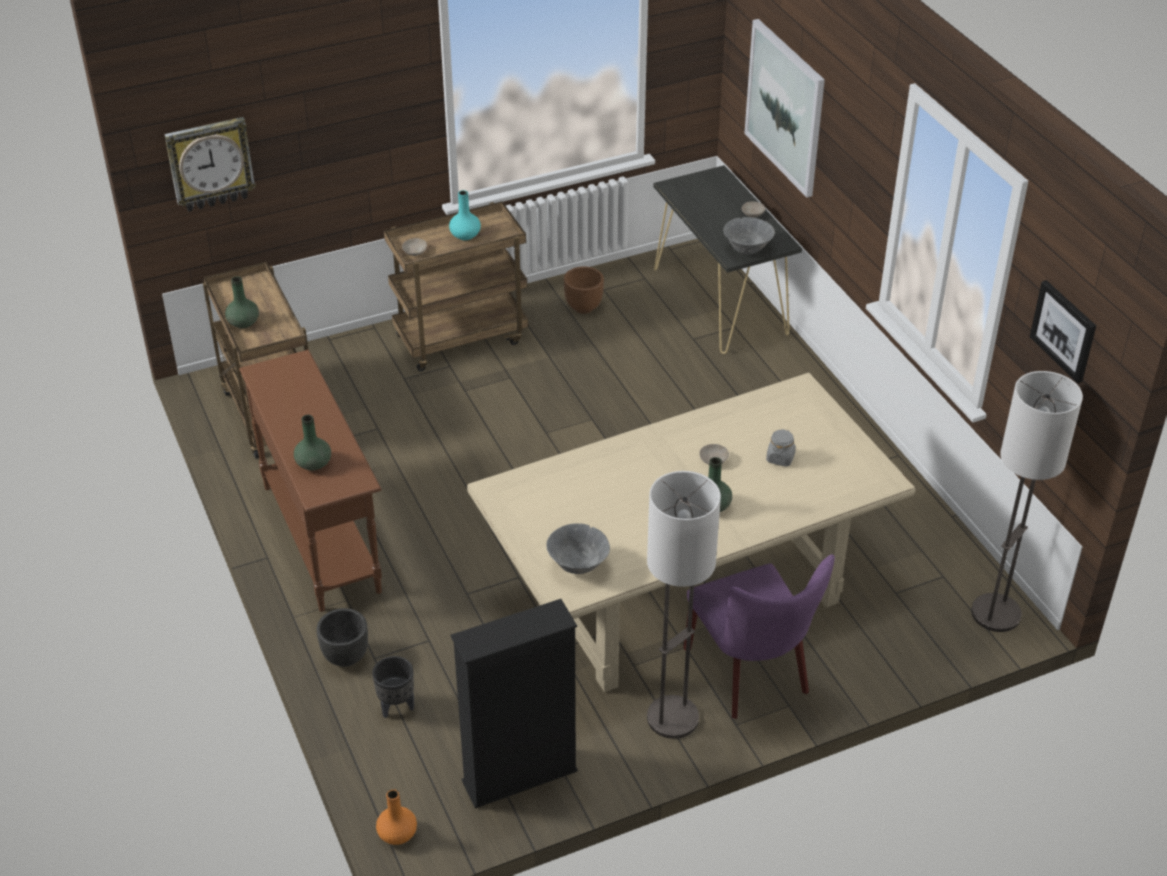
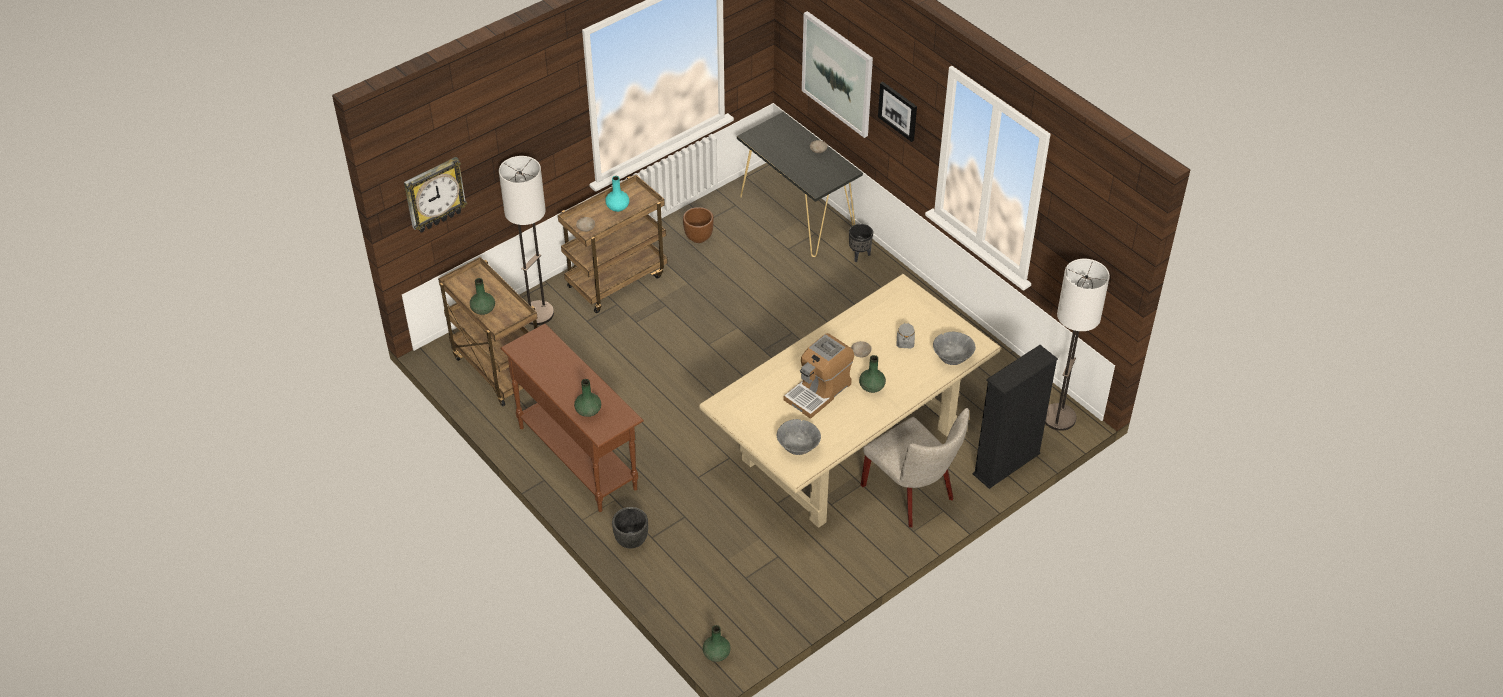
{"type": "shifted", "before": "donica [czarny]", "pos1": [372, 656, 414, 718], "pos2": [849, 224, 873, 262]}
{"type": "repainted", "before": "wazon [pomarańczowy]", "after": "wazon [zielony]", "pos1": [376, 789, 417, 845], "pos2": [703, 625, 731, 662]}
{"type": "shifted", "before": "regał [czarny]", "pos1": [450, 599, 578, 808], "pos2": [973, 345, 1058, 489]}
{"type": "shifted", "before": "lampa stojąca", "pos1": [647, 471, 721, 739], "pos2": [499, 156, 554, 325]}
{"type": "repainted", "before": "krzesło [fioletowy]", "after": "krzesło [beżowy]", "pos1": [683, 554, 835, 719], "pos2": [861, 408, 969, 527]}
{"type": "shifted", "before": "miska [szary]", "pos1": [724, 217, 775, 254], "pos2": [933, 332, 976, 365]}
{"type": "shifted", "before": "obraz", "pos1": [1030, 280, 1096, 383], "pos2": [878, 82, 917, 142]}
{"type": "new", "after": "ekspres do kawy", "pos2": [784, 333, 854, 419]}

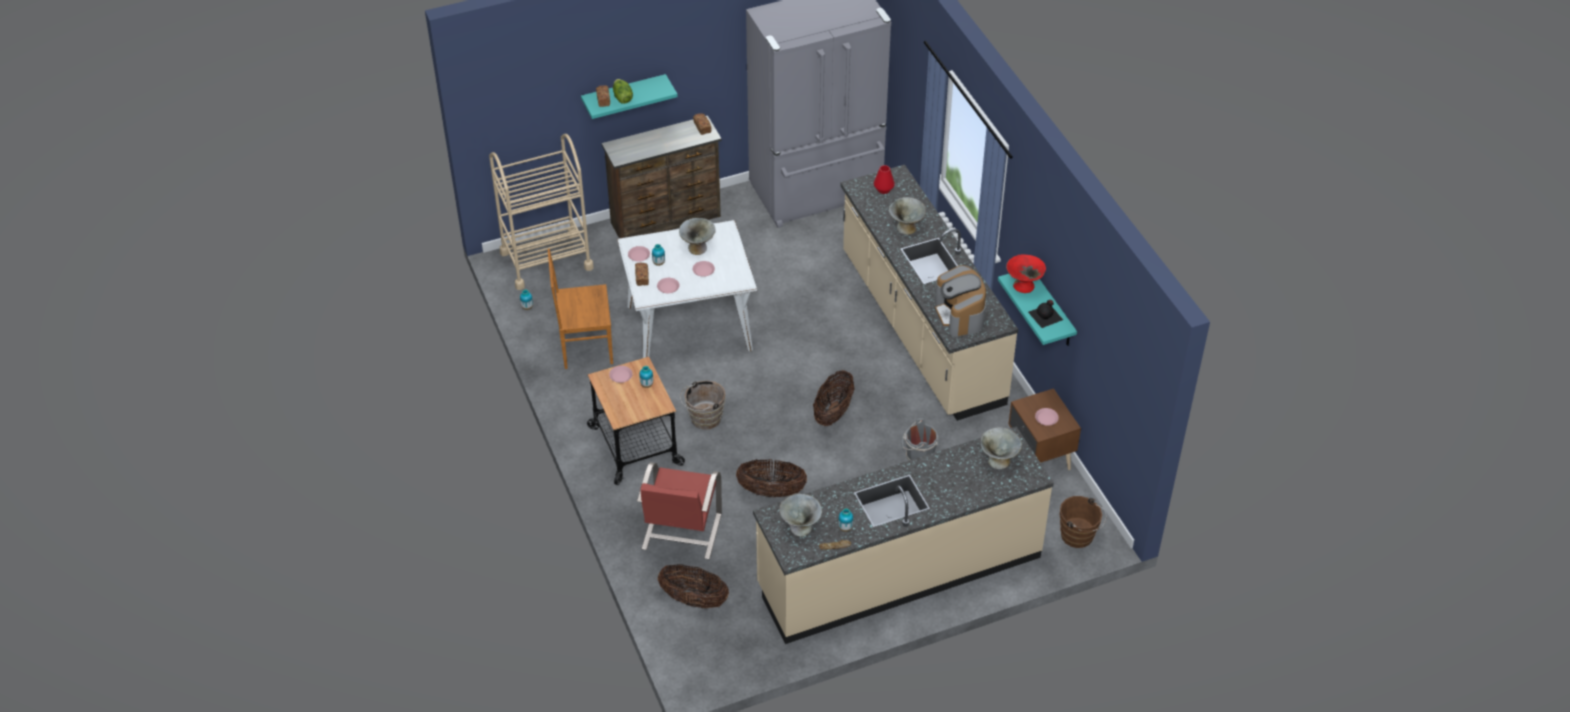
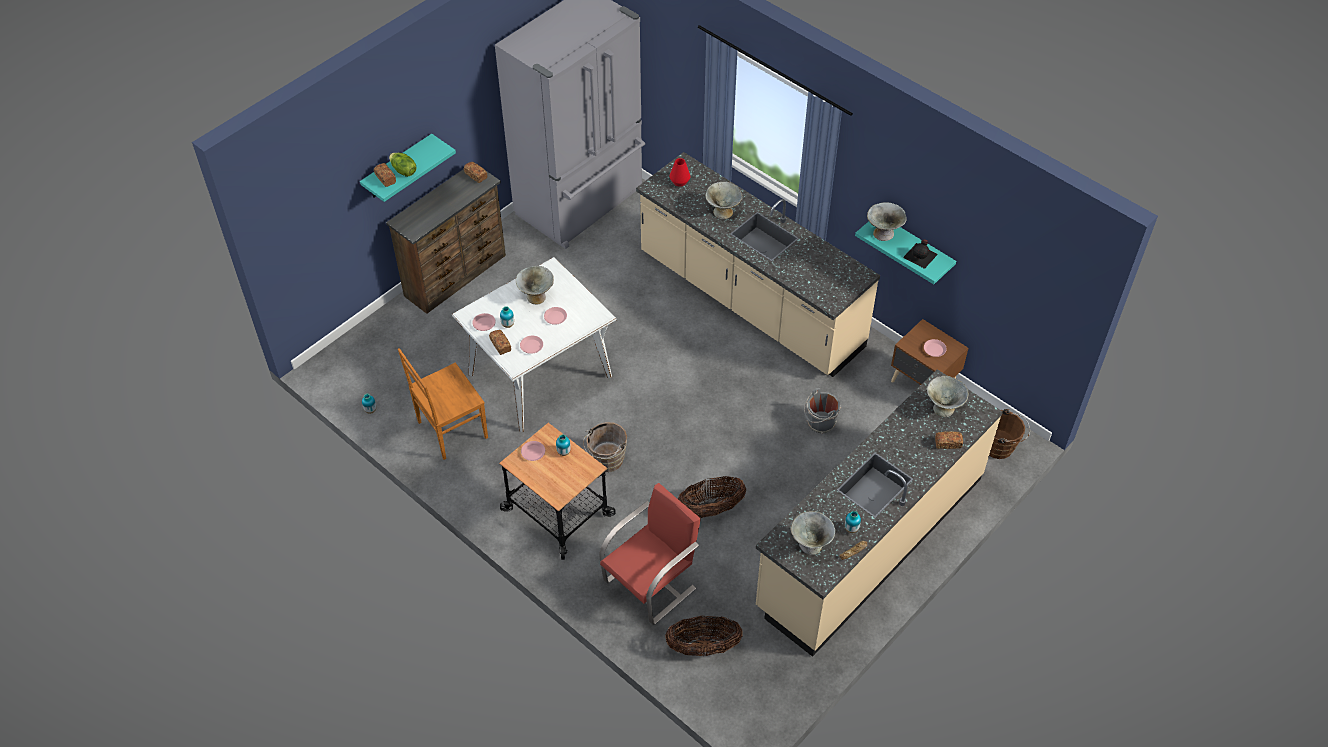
{"type": "gone", "before": "wózek [beżowy]", "pos1": [489, 134, 594, 290]}
{"type": "rotated", "before": "krzesło [czerwony]", "pos1": [637, 462, 722, 559], "pos2": [599, 483, 701, 625], "turn": -120}
{"type": "gone", "before": "koszyk", "pos1": [813, 370, 855, 426]}
{"type": "gone", "before": "ekspres do kawy", "pos1": [935, 265, 986, 337]}
{"type": "repainted", "before": "miska [czerwony]", "after": "miska [szary]", "pos1": [1006, 255, 1046, 293], "pos2": [867, 202, 907, 241]}
{"type": "new", "after": "chleb", "pos2": [935, 431, 963, 449]}

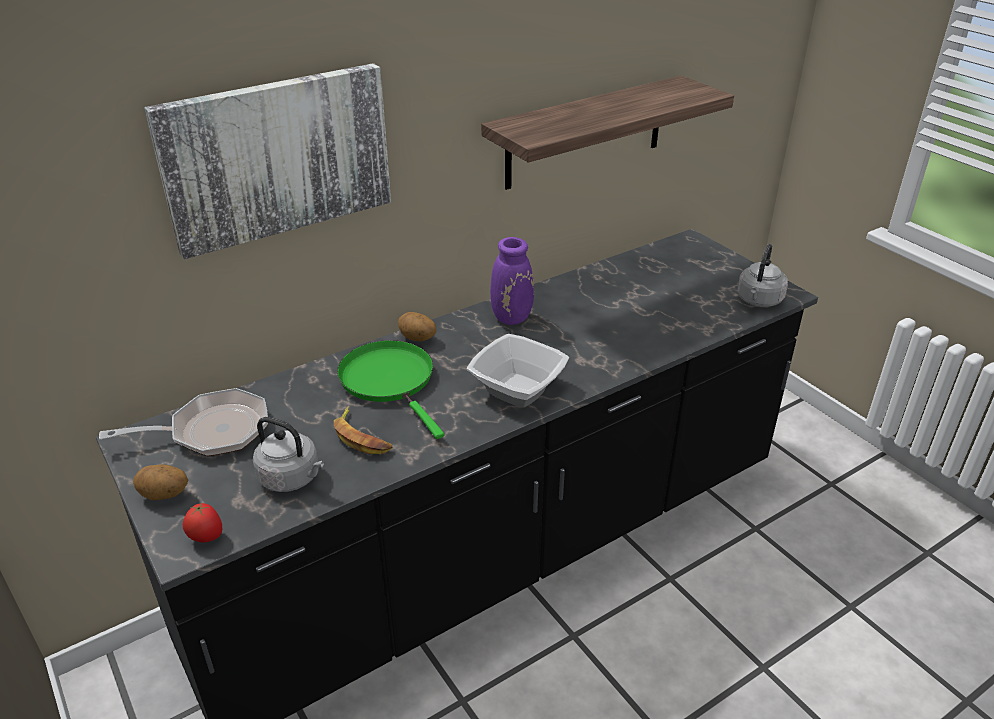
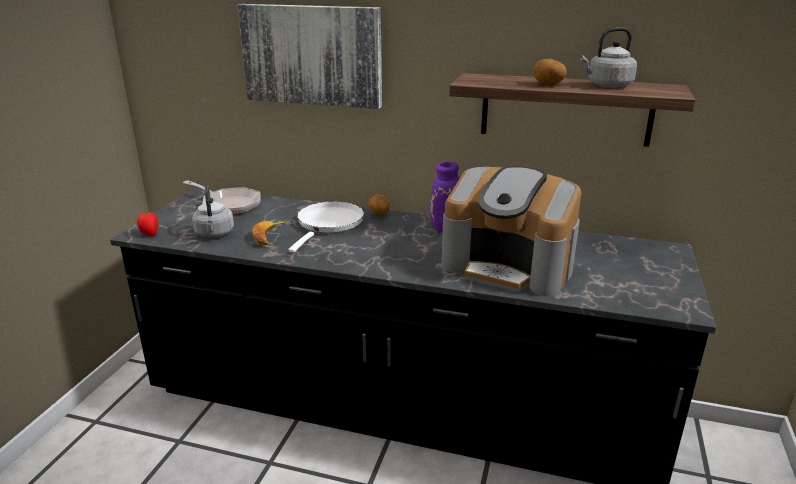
{"type": "shifted", "before": "ziemniak", "pos1": [133, 465, 189, 500], "pos2": [533, 59, 567, 85]}
{"type": "repainted", "before": "patelnia [zielony]", "after": "patelnia [biały]", "pos1": [337, 340, 444, 439], "pos2": [288, 201, 364, 253]}
{"type": "gone", "before": "miska", "pos1": [467, 334, 569, 407]}
{"type": "shifted", "before": "czajnik [szary]", "pos1": [737, 244, 788, 307], "pos2": [580, 27, 637, 88]}
{"type": "new", "after": "ekspres do kawy", "pos2": [441, 166, 582, 296]}

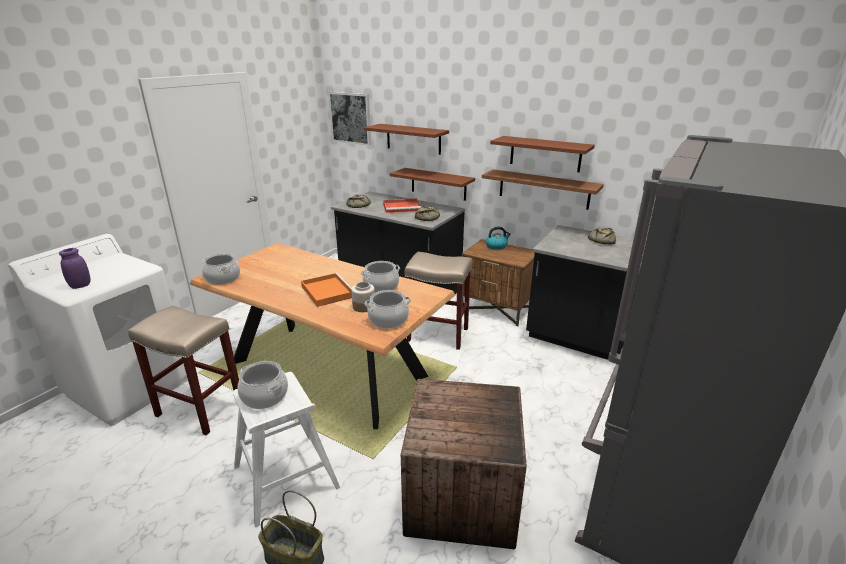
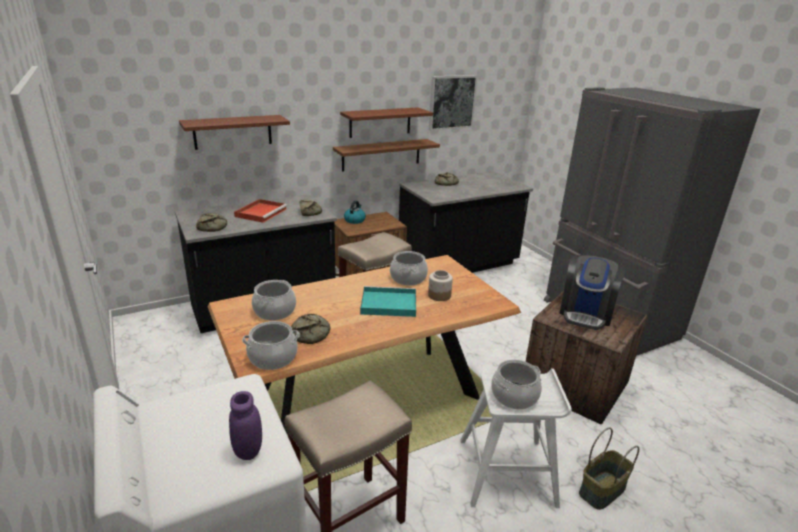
{"type": "repainted", "before": "taca [pomarańczowy]", "after": "taca [turkusowy]", "pos1": [301, 273, 352, 307], "pos2": [360, 286, 416, 317]}
{"type": "shifted", "before": "obraz", "pos1": [328, 92, 371, 146], "pos2": [429, 75, 478, 131]}
{"type": "shifted", "before": "garnek", "pos1": [365, 290, 411, 329], "pos2": [252, 280, 296, 320]}
{"type": "gone", "before": "półka [brązowy]", "pos1": [390, 168, 475, 201]}
{"type": "new", "after": "chleb", "pos2": [291, 314, 330, 344]}
{"type": "new", "after": "ekspres do kawy", "pos2": [559, 255, 626, 330]}

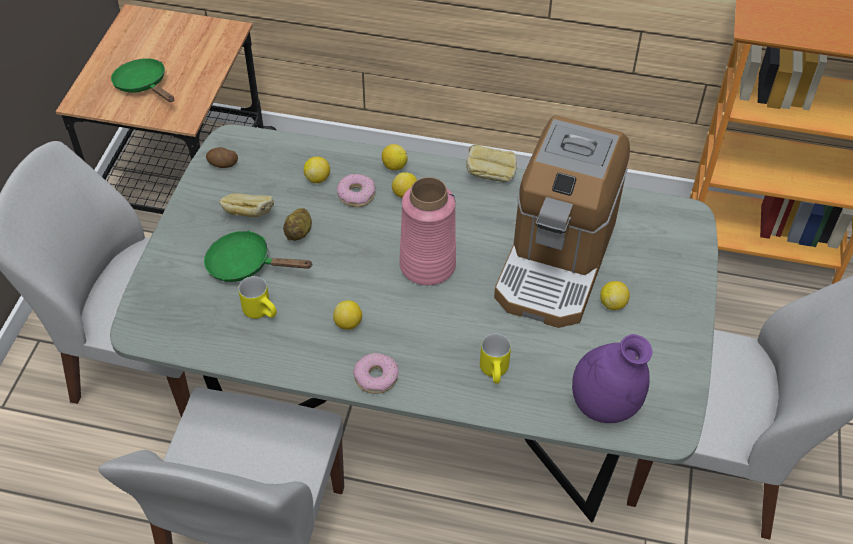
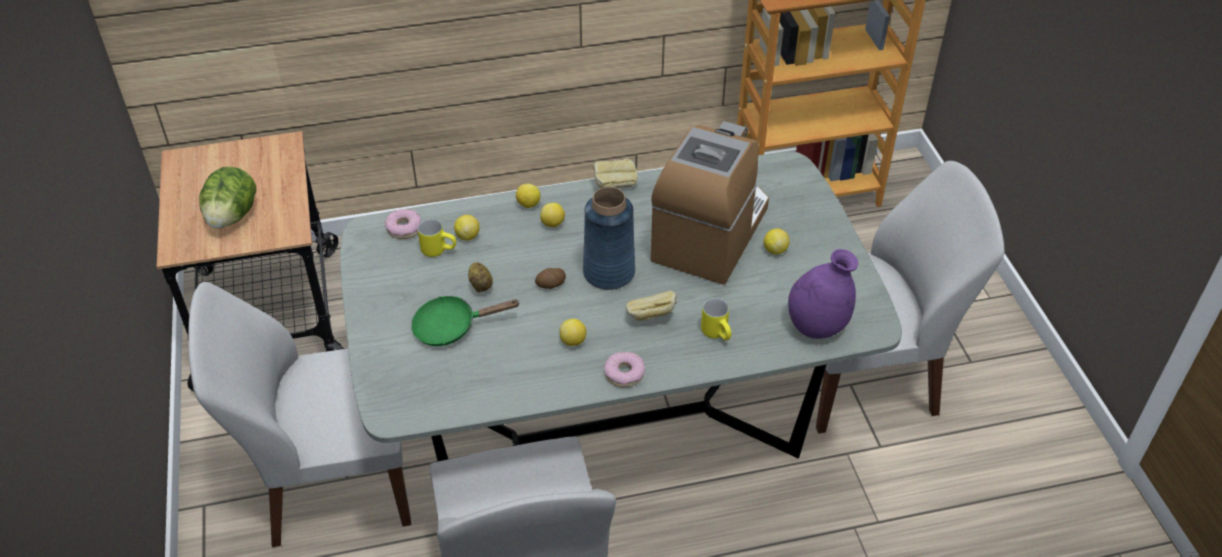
{"type": "swapped", "before": "patelnia [zielony]", "after": "sałata", "pos1": [111, 58, 174, 102], "pos2": [199, 167, 256, 228]}
{"type": "shifted", "before": "ziemniak", "pos1": [206, 147, 238, 168], "pos2": [535, 268, 566, 289]}
{"type": "shifted", "before": "chleb", "pos1": [219, 193, 274, 218], "pos2": [625, 291, 677, 321]}
{"type": "shifted", "before": "kubek [żółty]", "pos1": [238, 276, 277, 319], "pos2": [418, 219, 456, 257]}
{"type": "shifted", "before": "donut", "pos1": [337, 174, 376, 207], "pos2": [385, 209, 421, 239]}
{"type": "repainted", "before": "wazon [różowy]", "after": "wazon [niebieski]", "pos1": [399, 177, 456, 285], "pos2": [583, 187, 635, 290]}
{"type": "rotated", "before": "ekspres do kawy", "pos1": [494, 115, 630, 328], "pos2": [651, 121, 769, 285], "turn": -150}

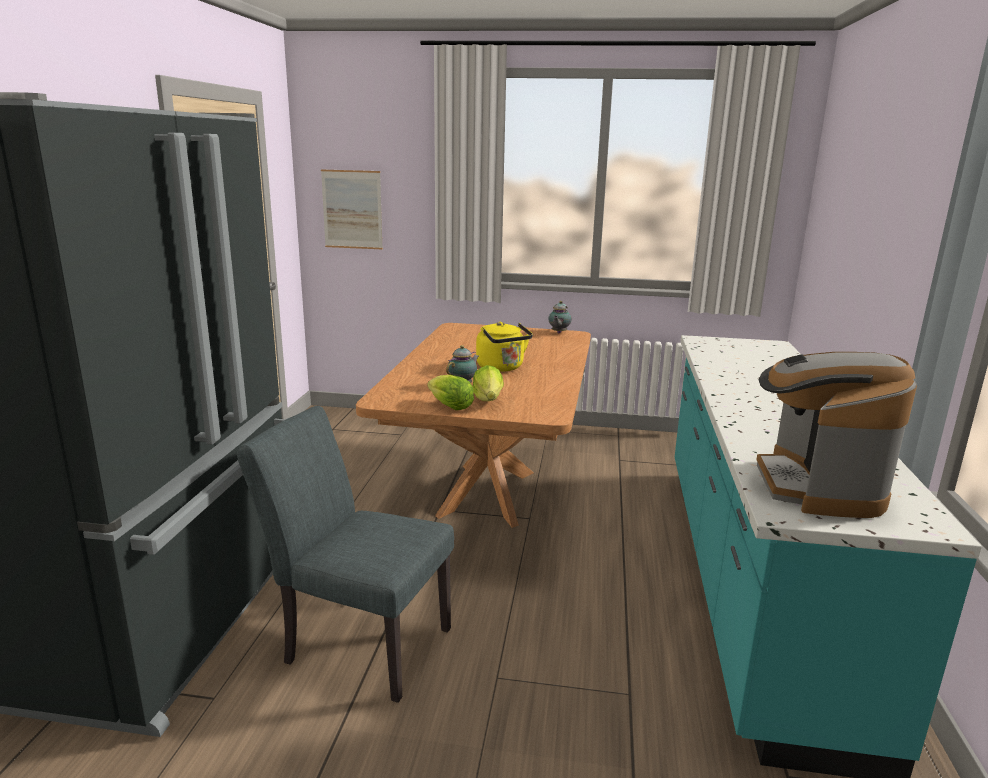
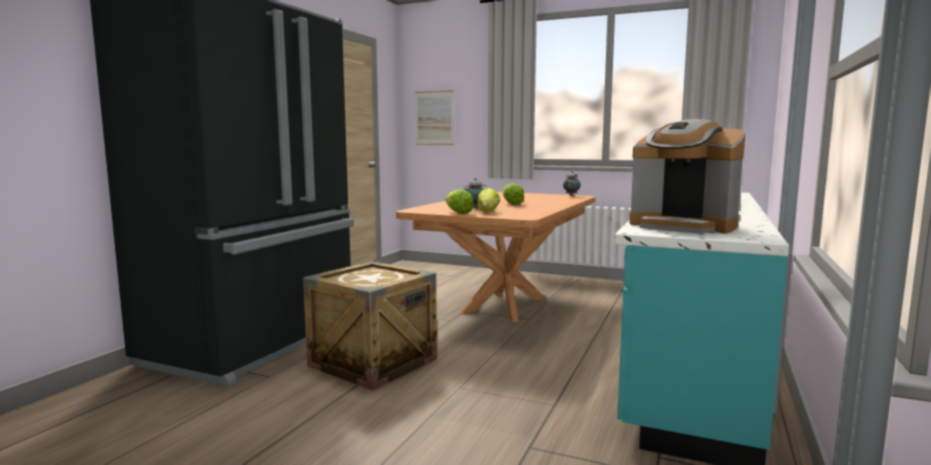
{"type": "swapped", "before": "krzesło [szary]", "after": "skrzynka", "pos1": [237, 406, 454, 703], "pos2": [303, 261, 437, 391]}
{"type": "swapped", "before": "czajnik [żółty]", "after": "sałata", "pos1": [476, 322, 533, 372], "pos2": [503, 183, 524, 205]}
{"type": "rotated", "before": "ekspres do kawy", "pos1": [756, 352, 917, 518], "pos2": [630, 119, 746, 234], "turn": -75}

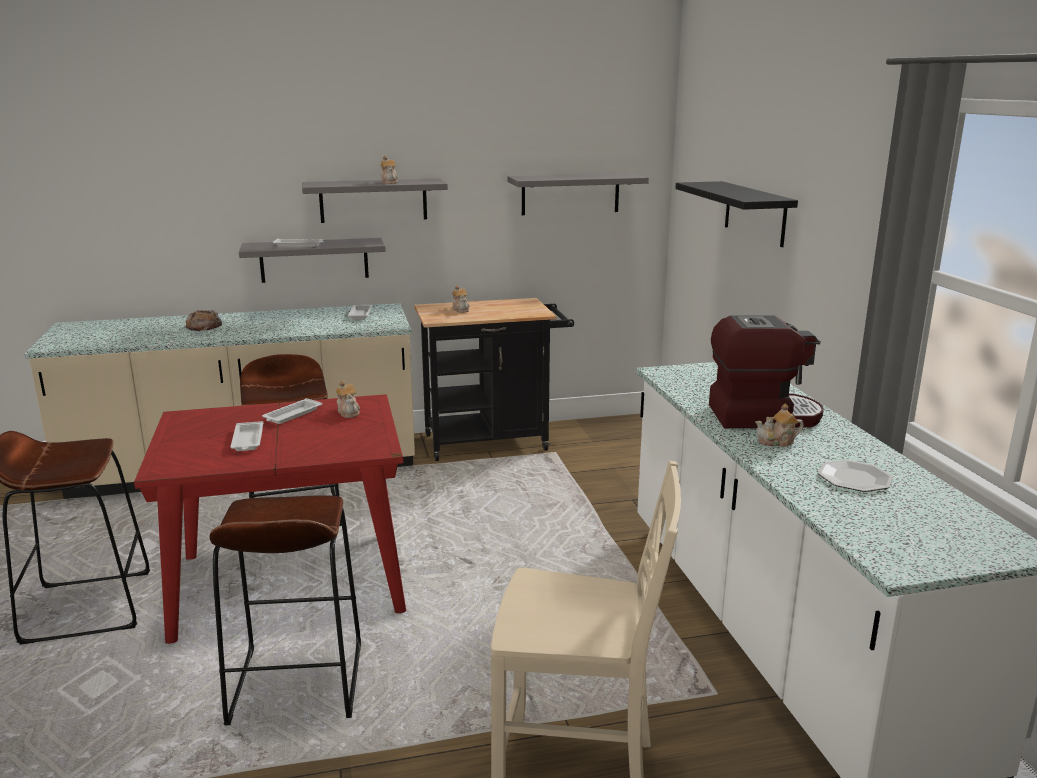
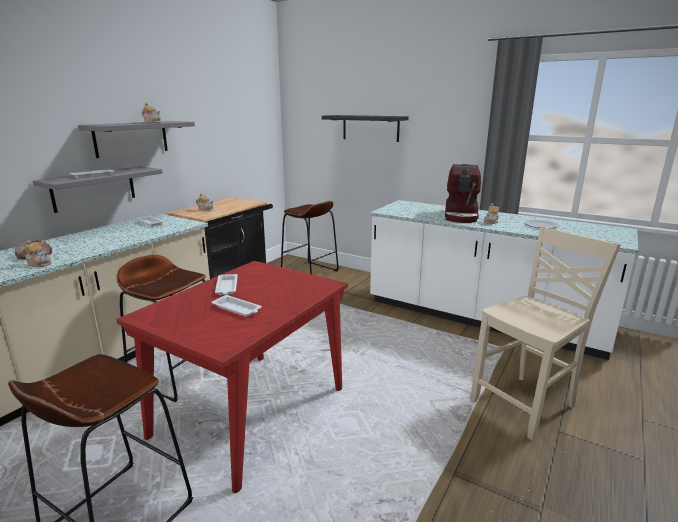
{"type": "shifted", "before": "stołek [brązowy]", "pos1": [210, 495, 361, 725], "pos2": [281, 201, 338, 274]}
{"type": "shifted", "before": "imbryk", "pos1": [336, 381, 360, 418], "pos2": [22, 240, 52, 267]}
{"type": "gone", "before": "półka [szary]", "pos1": [507, 173, 649, 215]}
{"type": "rotated", "before": "ekspres do kawy", "pos1": [709, 315, 824, 428], "pos2": [445, 164, 481, 223], "turn": 150}

